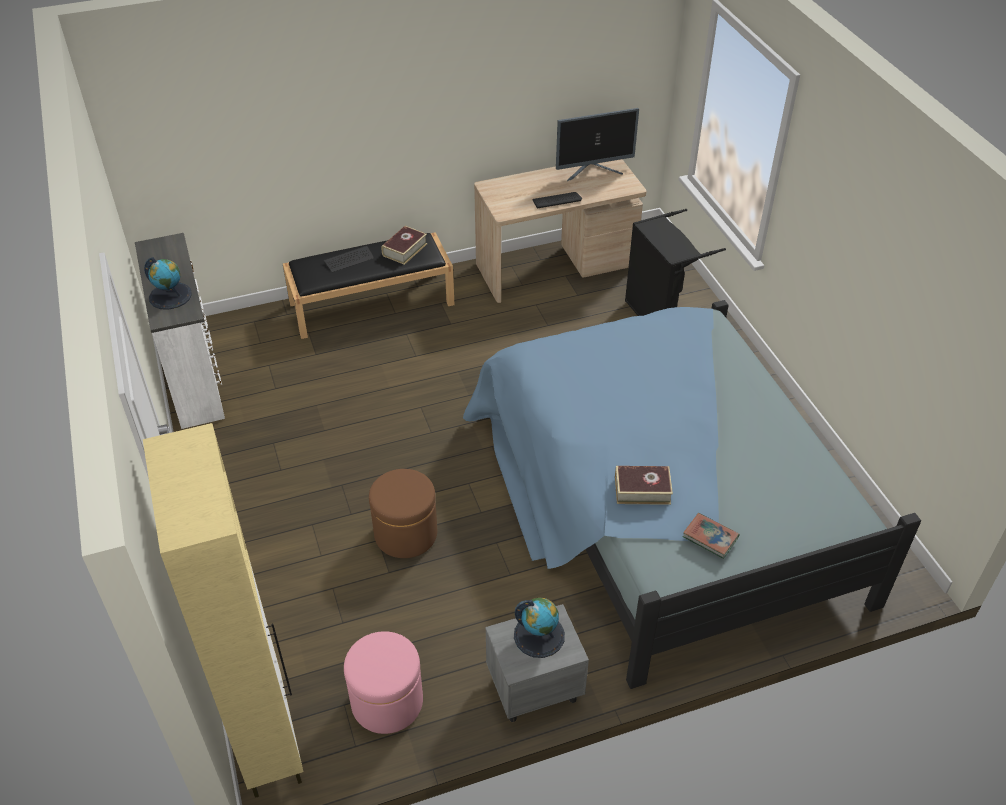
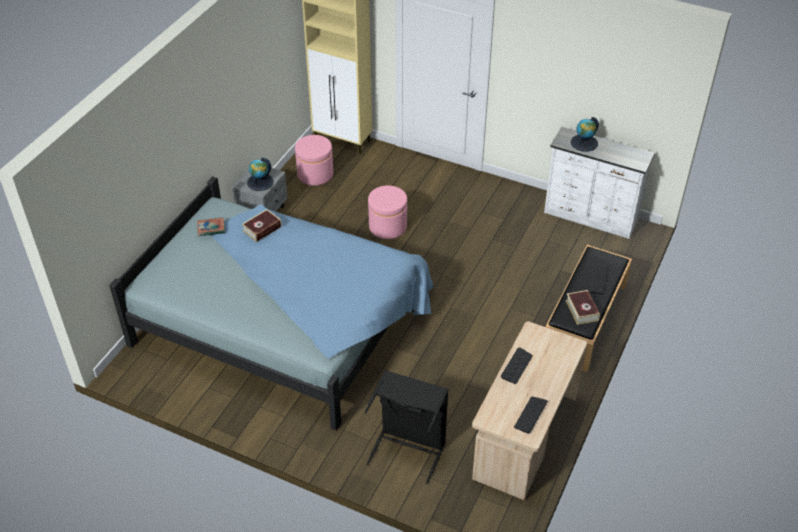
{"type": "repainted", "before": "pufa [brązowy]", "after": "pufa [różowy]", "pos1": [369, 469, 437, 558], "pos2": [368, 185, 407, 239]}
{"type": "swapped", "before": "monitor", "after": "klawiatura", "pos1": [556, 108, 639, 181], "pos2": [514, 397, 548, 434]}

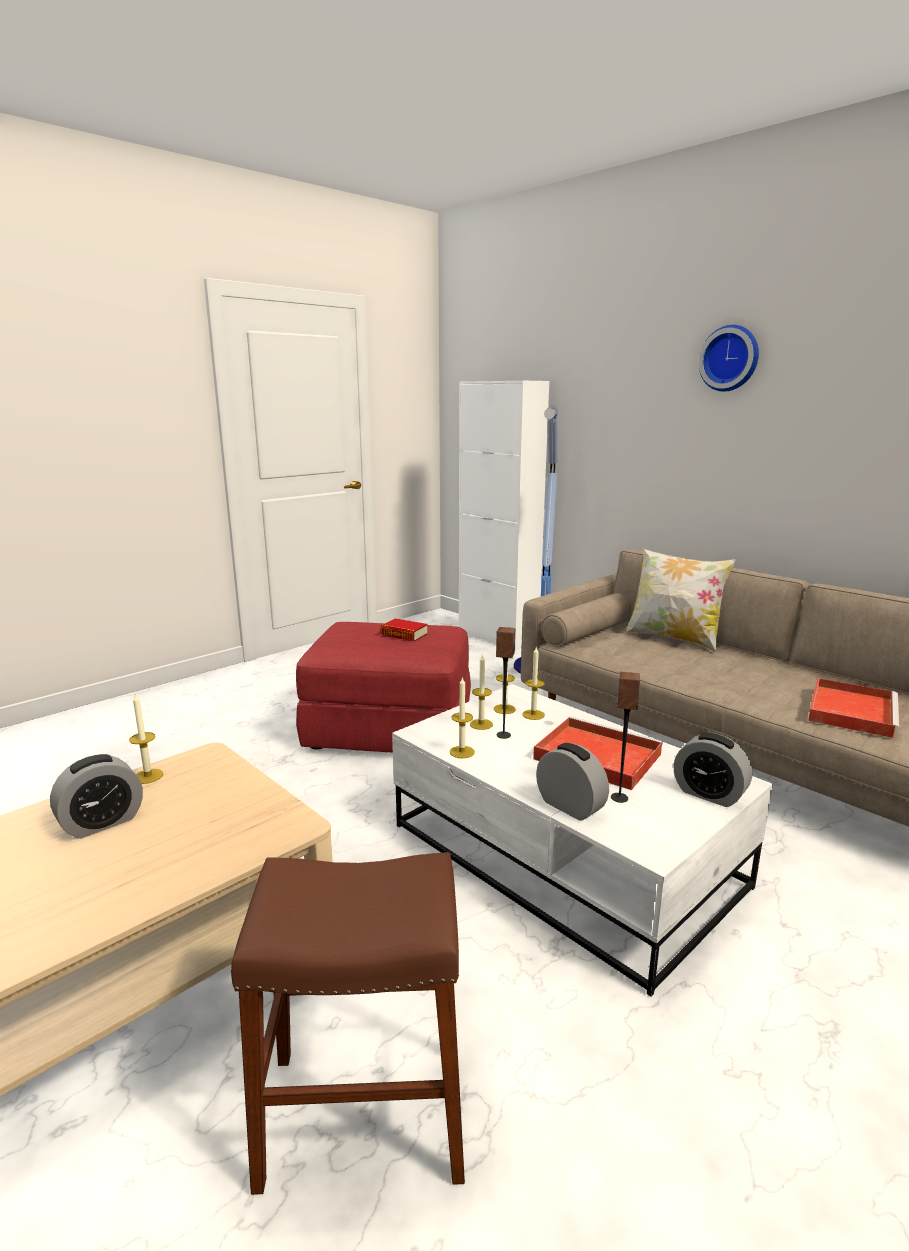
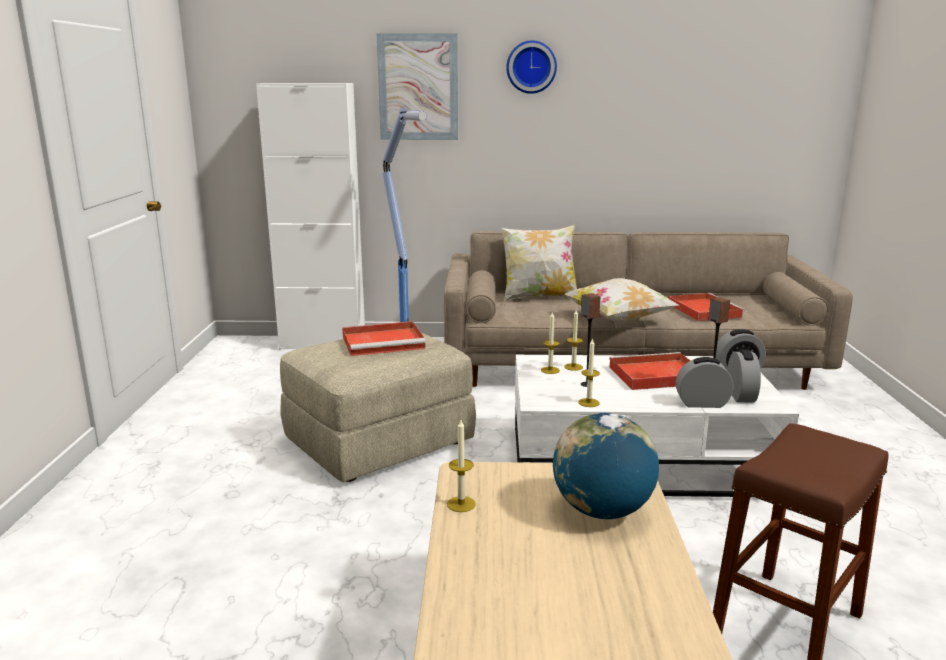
{"type": "shifted", "before": "budzik", "pos1": [50, 754, 143, 839], "pos2": [727, 350, 761, 403]}
{"type": "repainted", "before": "pufa [czerwony]", "after": "pufa [beżowy]", "pos1": [296, 622, 471, 753], "pos2": [280, 332, 476, 482]}
{"type": "swapped", "before": "książka", "after": "taca [czerwony]", "pos1": [380, 618, 428, 641], "pos2": [342, 321, 426, 356]}
{"type": "gone", "before": "świeca", "pos1": [470, 654, 493, 730]}
{"type": "new", "after": "obraz", "pos2": [377, 33, 458, 140]}
{"type": "new", "after": "globus", "pos2": [553, 413, 659, 519]}
{"type": "new", "after": "poduszka", "pos2": [564, 278, 678, 321]}

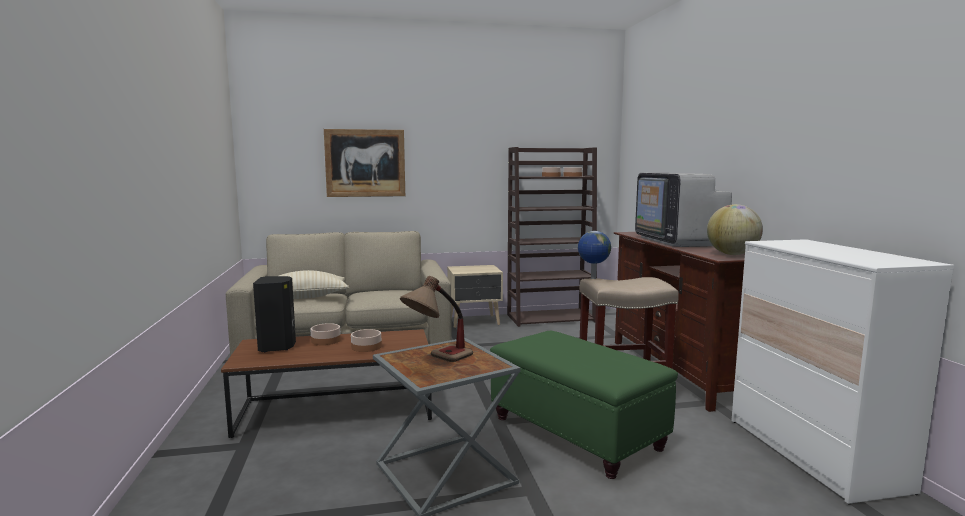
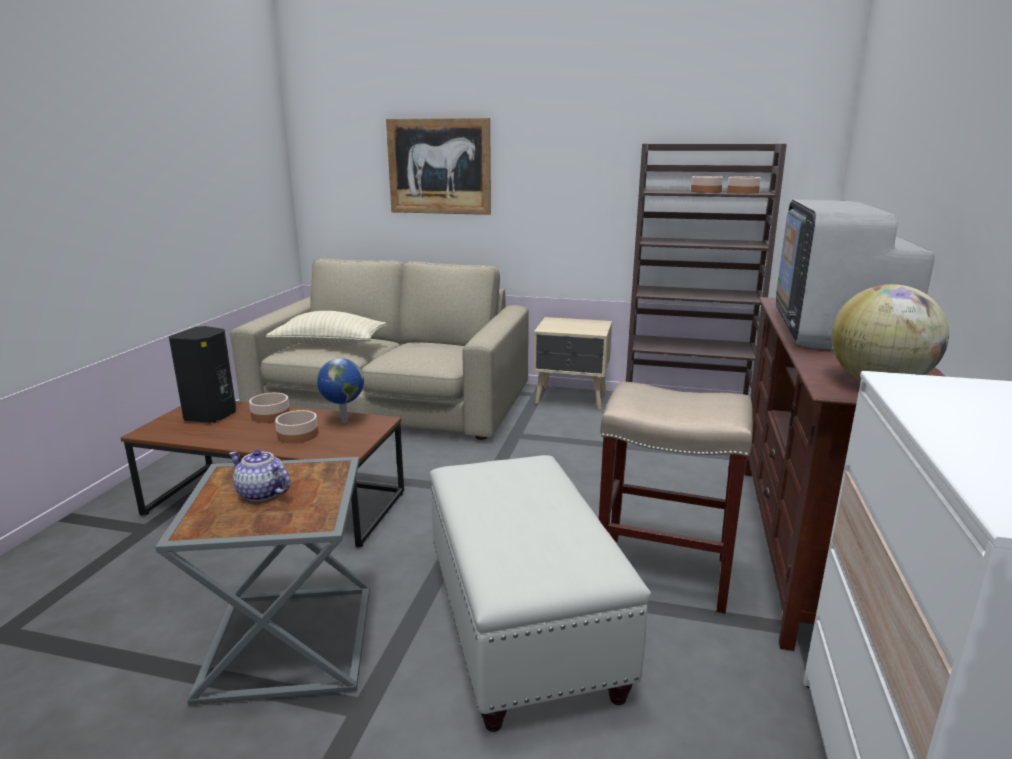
{"type": "swapped", "before": "lampa stołowa", "after": "imbryk", "pos1": [400, 276, 473, 362], "pos2": [229, 449, 291, 502]}
{"type": "repainted", "before": "pufa [zielony]", "after": "pufa [biały]", "pos1": [490, 331, 678, 479], "pos2": [430, 455, 651, 732]}
{"type": "shifted", "before": "globus", "pos1": [578, 231, 611, 279], "pos2": [317, 358, 364, 423]}

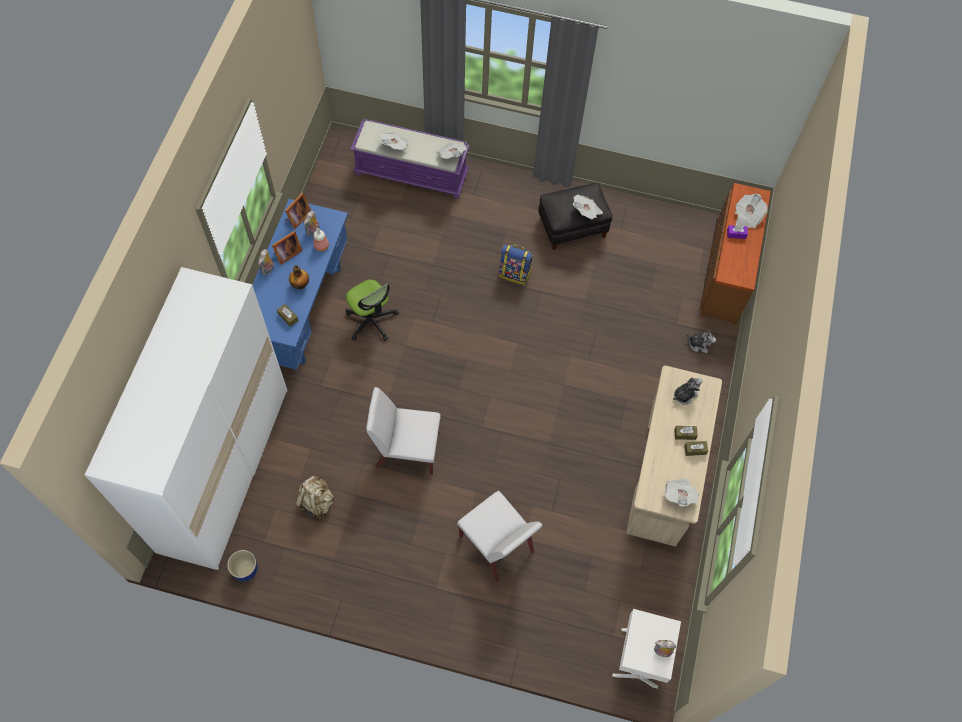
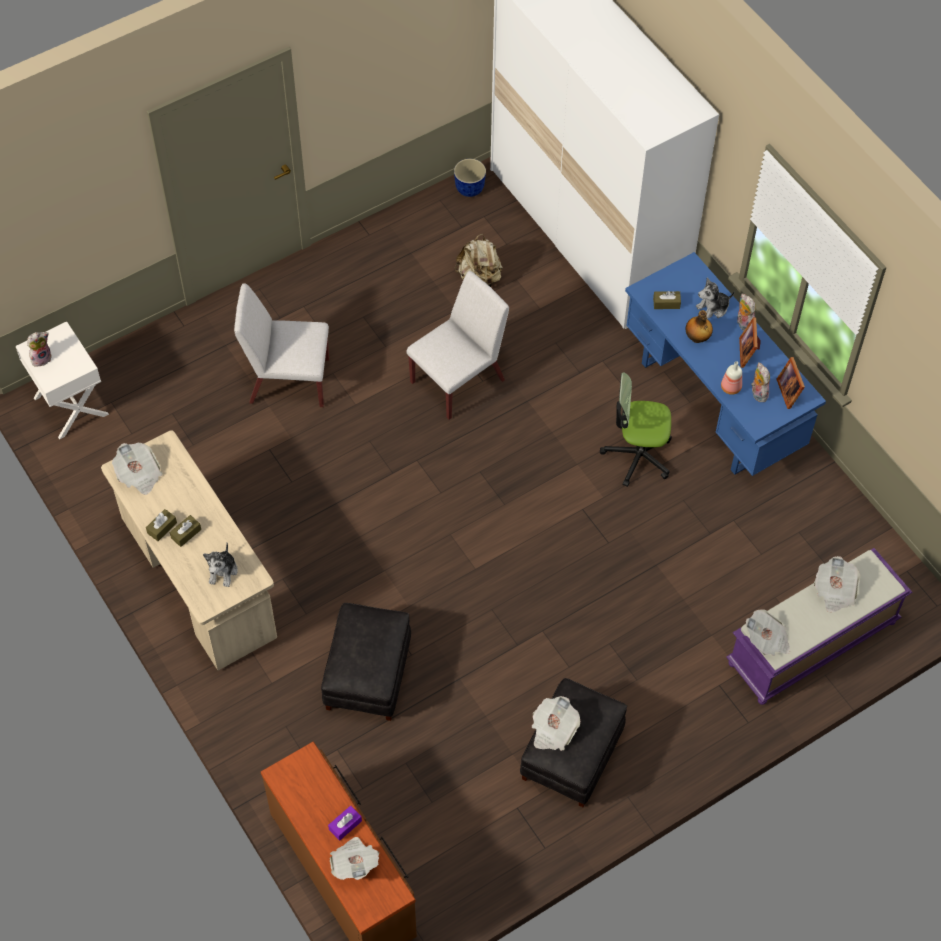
{"type": "gone", "before": "plecak", "pos1": [499, 244, 533, 285]}
{"type": "shifted", "before": "pluszak", "pos1": [687, 330, 716, 354], "pos2": [696, 278, 735, 319]}
{"type": "new", "after": "pufa [czarny]", "pos2": [321, 603, 411, 721]}

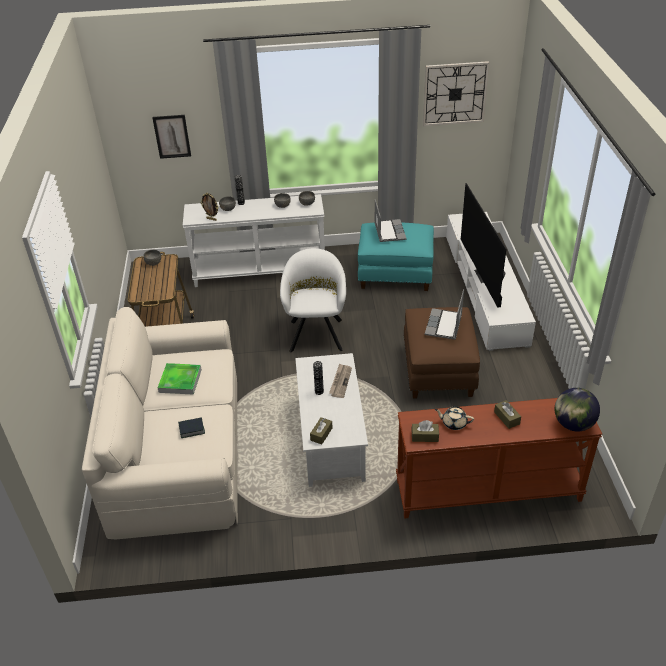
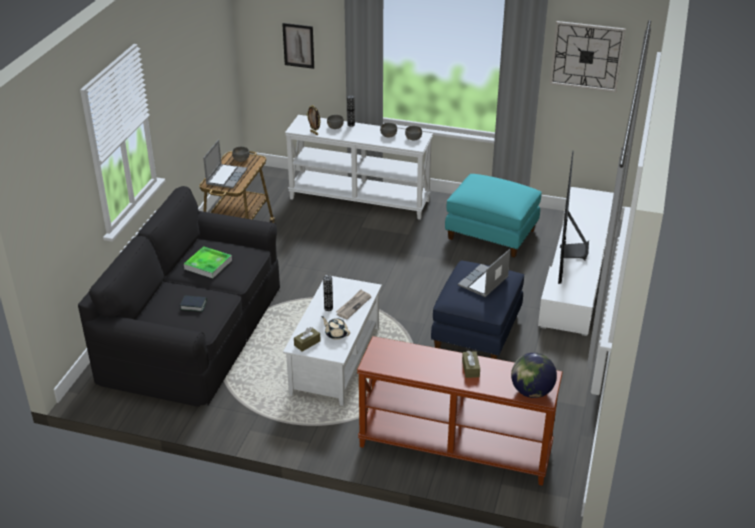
{"type": "repainted", "before": "kanapa [beżowy]", "after": "kanapa [czarny]", "pos1": [82, 307, 238, 539], "pos2": [78, 186, 280, 407]}
{"type": "gone", "before": "fotel [biały]", "pos1": [280, 248, 346, 352]}
{"type": "shifted", "before": "laptop", "pos1": [374, 199, 406, 242], "pos2": [203, 139, 247, 188]}
{"type": "repainted", "before": "pufa [brązowy]", "after": "pufa [niebieski]", "pos1": [404, 307, 480, 399], "pos2": [431, 260, 524, 359]}
{"type": "gone", "before": "pudełko chusteczek [brązowy]", "pos1": [412, 420, 439, 442]}
{"type": "shifted", "before": "imbryk [beżowy]", "pos1": [435, 407, 474, 430], "pos2": [321, 316, 350, 340]}

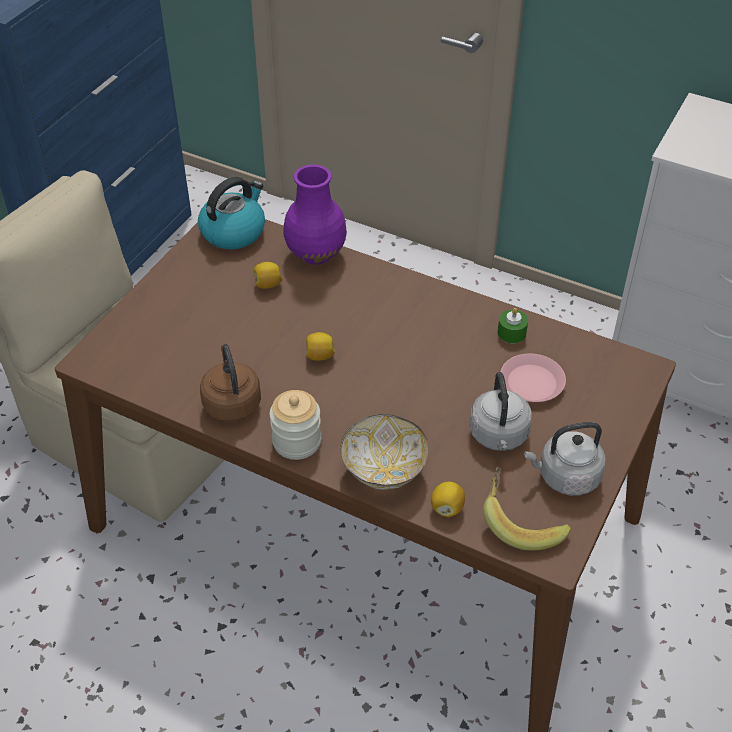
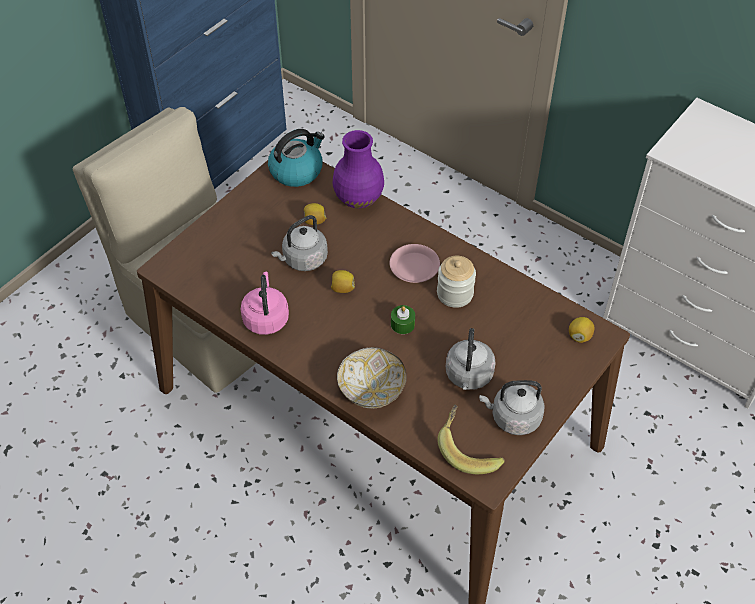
{"type": "repainted", "before": "czajnik [brązowy]", "after": "czajnik [różowy]", "pos1": [200, 344, 261, 422], "pos2": [241, 272, 289, 335]}
{"type": "shifted", "before": "słoik", "pos1": [270, 390, 321, 460], "pos2": [437, 256, 476, 308]}
{"type": "shifted", "before": "cytryna", "pos1": [431, 482, 465, 517], "pos2": [569, 317, 594, 343]}
{"type": "shifted", "before": "świeca [zielony]", "pos1": [498, 308, 528, 343], "pos2": [391, 305, 415, 334]}
{"type": "shifted", "before": "talerz [różowy]", "pos1": [500, 354, 566, 402], "pos2": [389, 244, 440, 283]}
{"type": "new", "after": "czajnik [szary]", "pos2": [271, 215, 328, 271]}

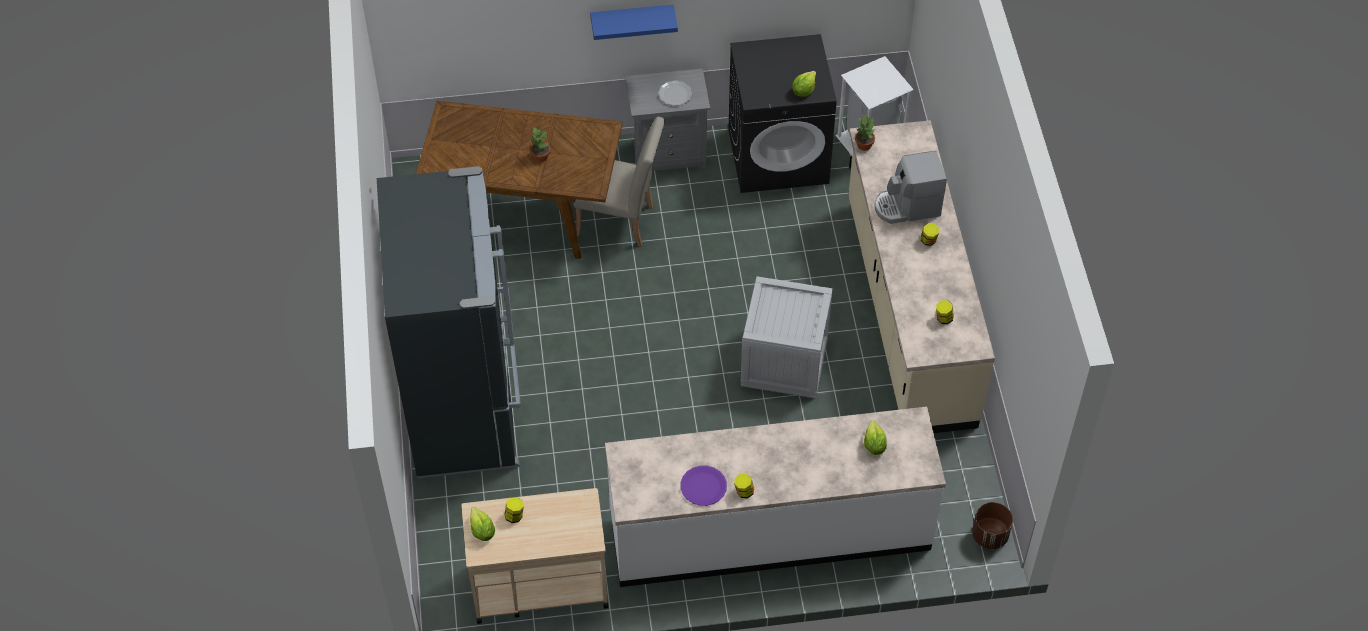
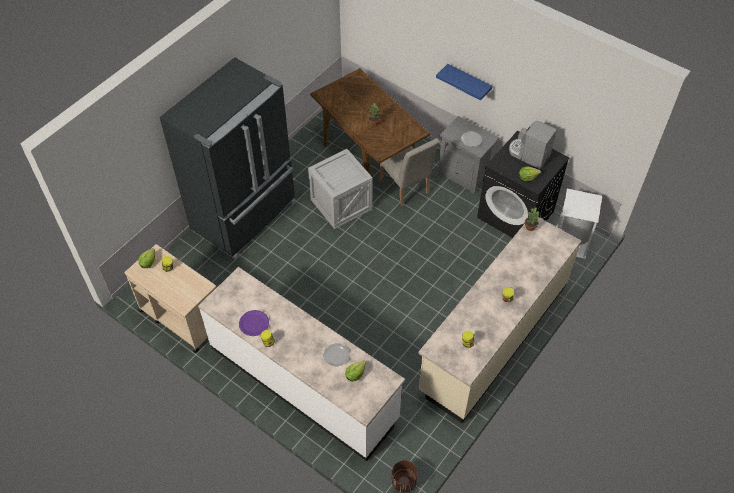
{"type": "shifted", "before": "skrzynka", "pos1": [740, 276, 833, 398], "pos2": [308, 149, 373, 229]}
{"type": "shifted", "before": "ekspres do kawy", "pos1": [875, 151, 947, 224], "pos2": [509, 121, 557, 169]}
{"type": "new", "after": "talerz", "pos2": [323, 343, 349, 367]}

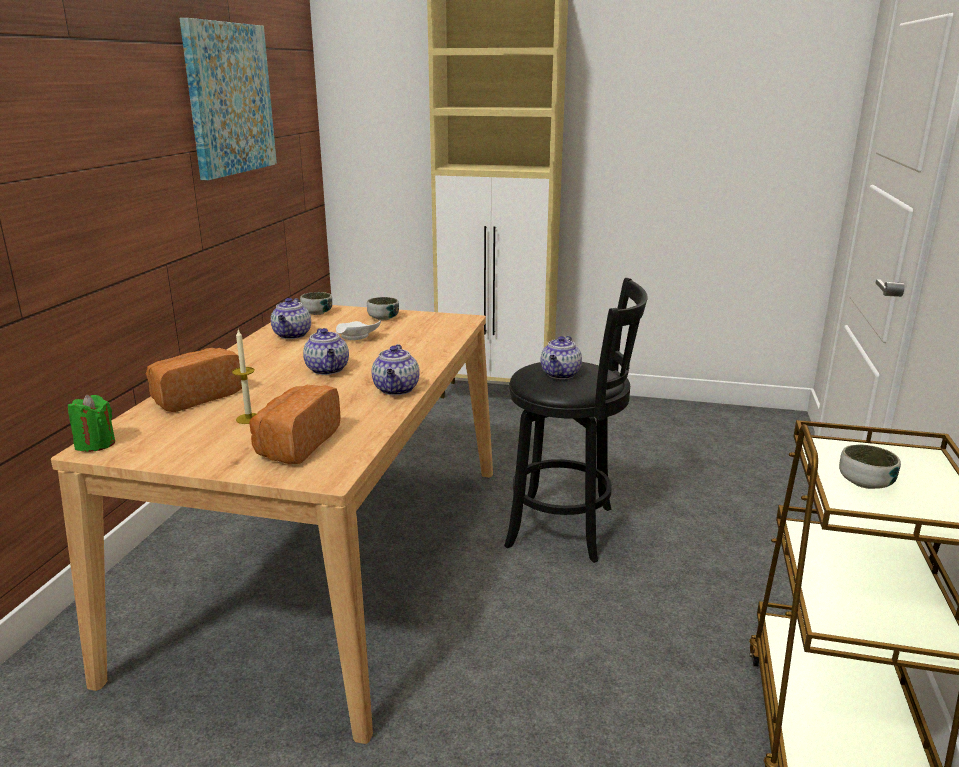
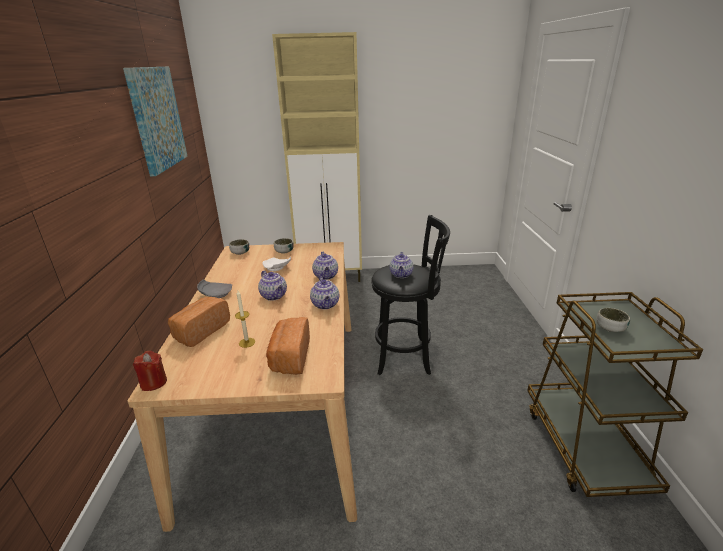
{"type": "repainted", "before": "świeca [zielony]", "after": "świeca [czerwony]", "pos1": [68, 395, 115, 452], "pos2": [133, 351, 167, 391]}
{"type": "shifted", "before": "imbryk", "pos1": [271, 298, 311, 339], "pos2": [312, 252, 338, 280]}
{"type": "new", "after": "talerz [szary]", "pos2": [197, 279, 232, 298]}

